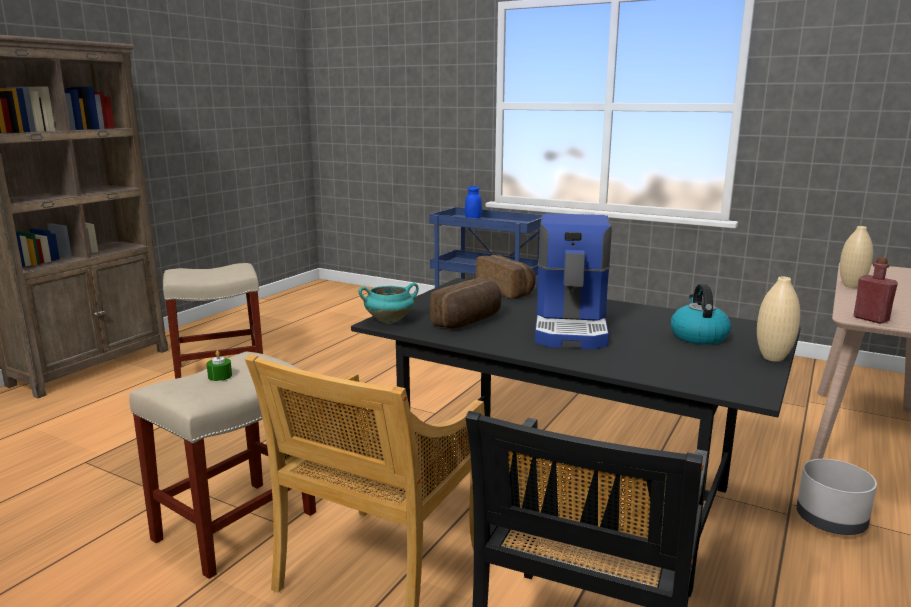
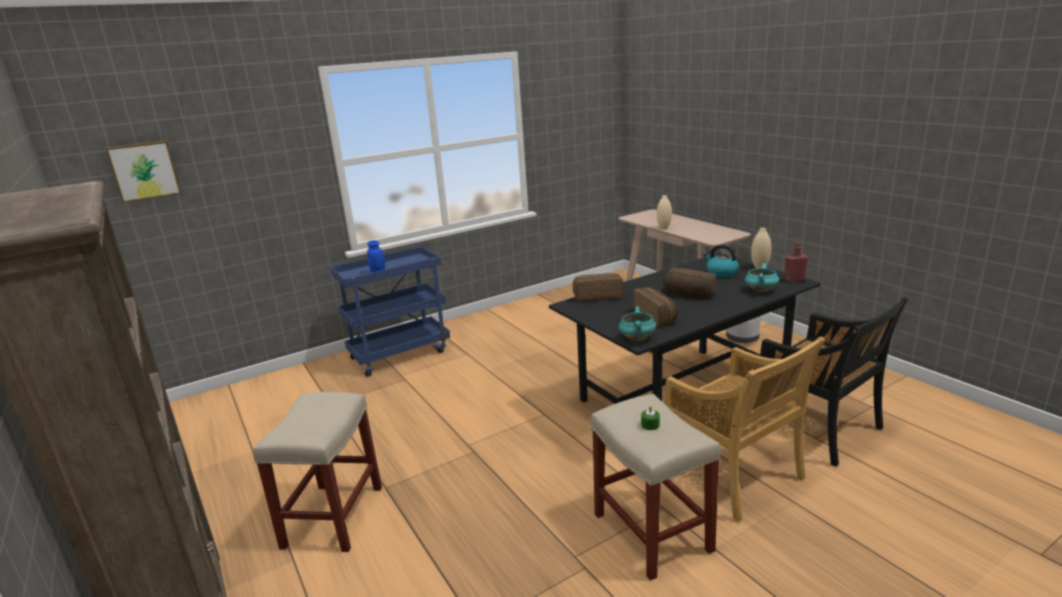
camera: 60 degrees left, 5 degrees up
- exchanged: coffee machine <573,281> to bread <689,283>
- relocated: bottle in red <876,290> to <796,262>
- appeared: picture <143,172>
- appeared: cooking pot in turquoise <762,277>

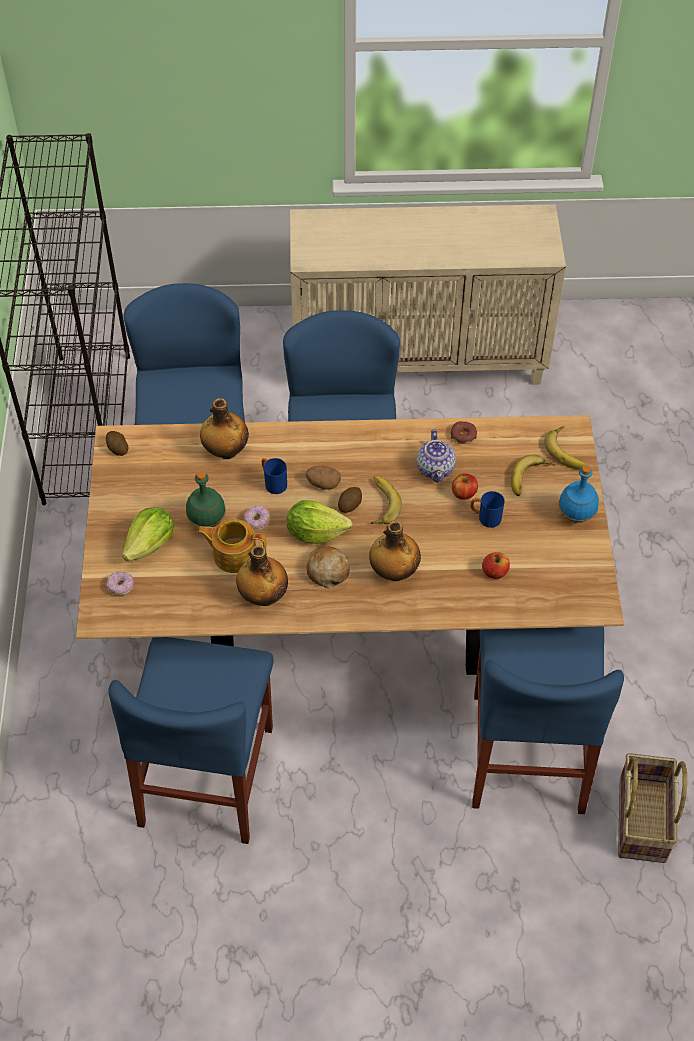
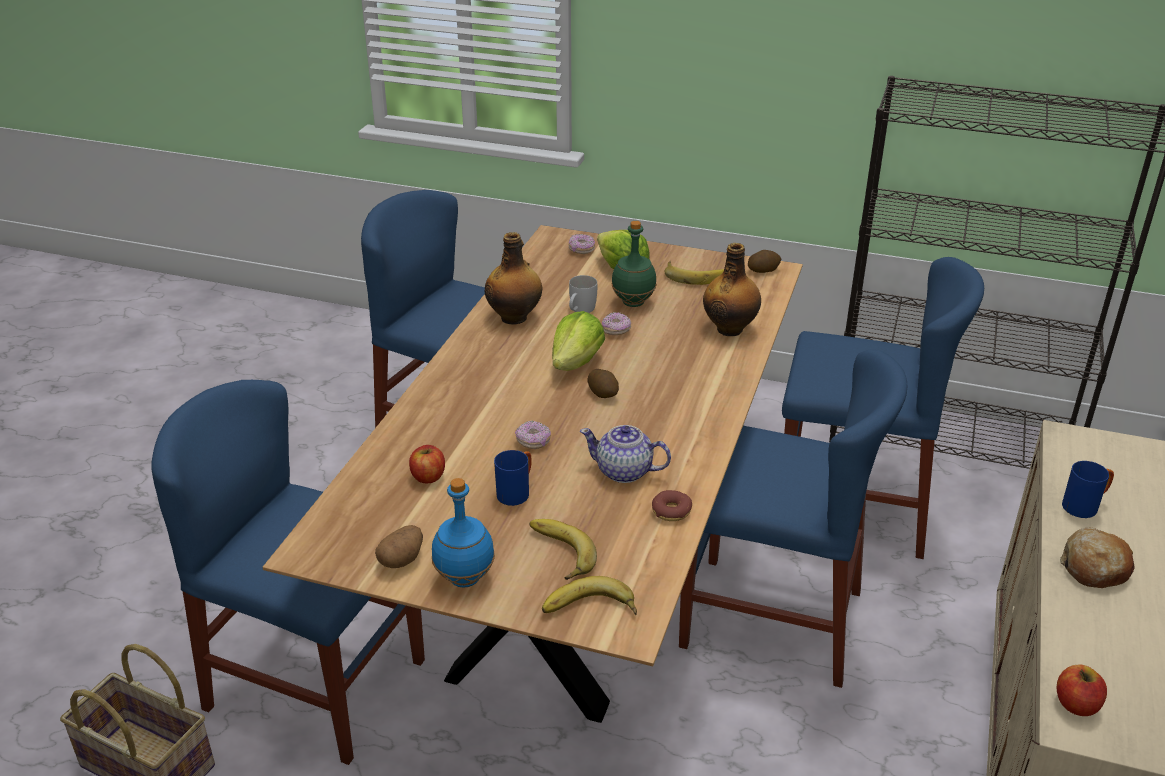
camera: 110 degrees right, 20 degrees down
- exchanged: teapot <232,546> to mug in white <583,294>
- relocated: mug in blue <274,476> to <1088,489>
- relocated: potato <323,478> to <399,546>
- relocated: bread <328,568> to <1097,558>
- missing: bottle <395,551>
- relocated: banana <386,500> to <694,273>
- relocated: apple <465,487> to <1082,690>
- appeared: donut <533,434>

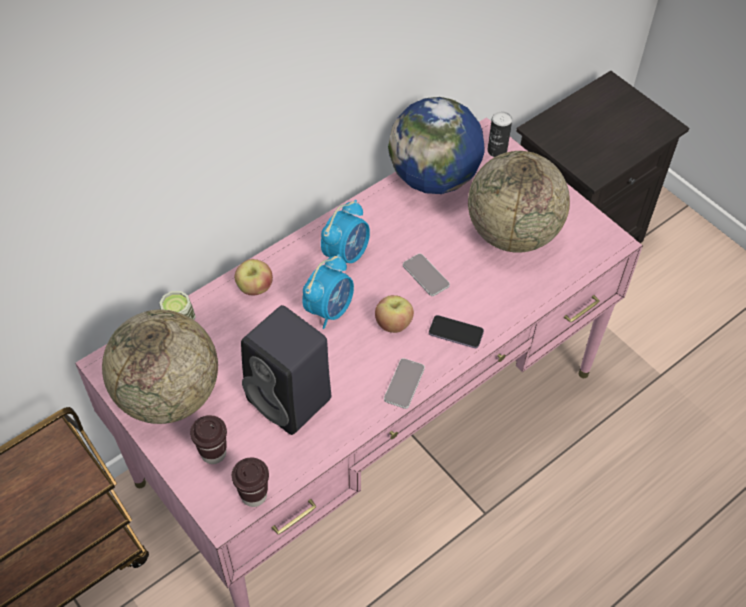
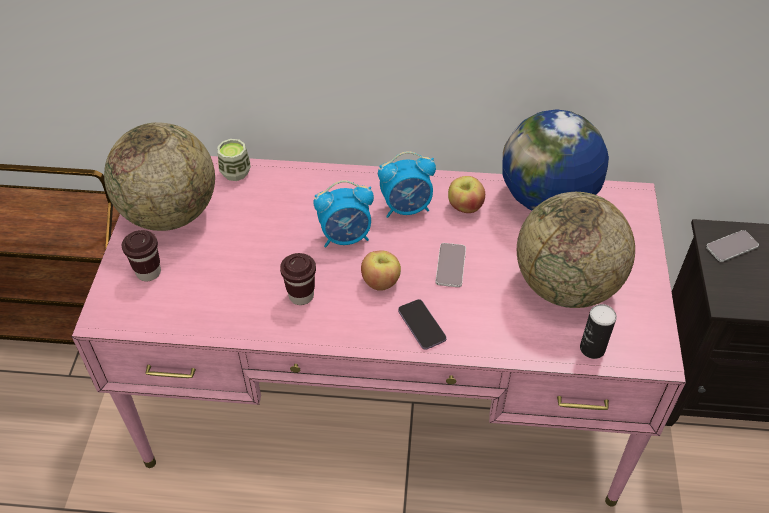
camera: 45 degrees right, 5 degrees down
- relocated: cup in brown <250,482> to <298,279>
- relocated: apple <254,277> to <466,194>
- missing: speaker in black <286,370>
- relocated: phone <404,383> to <732,246>
- relocated: can <499,134> to <598,331>

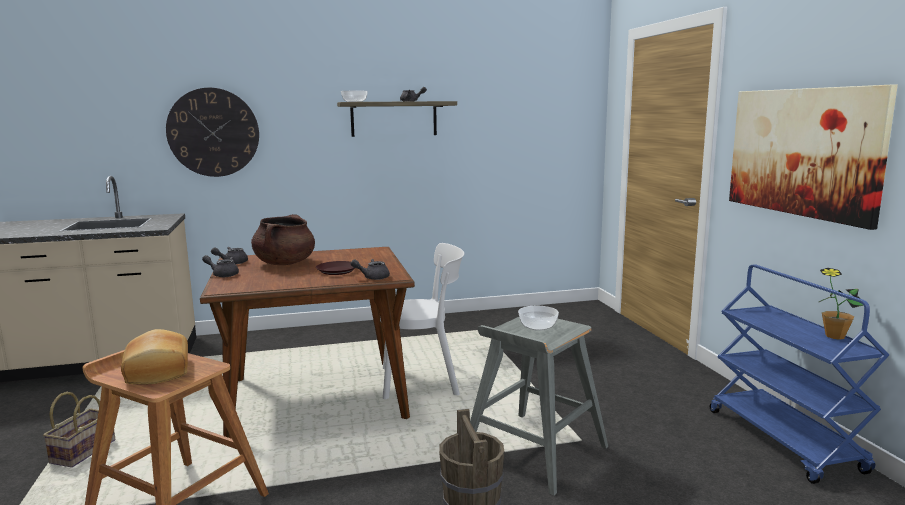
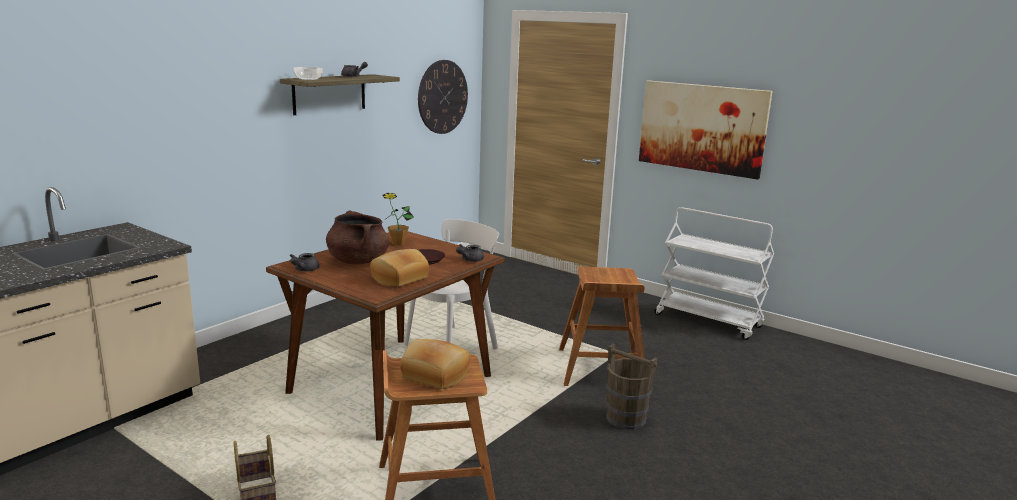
camera: 40 degrees left, 5 degrees up
- relocated: wall clock <212,132> to <443,97>
- missing: teapot in grey <220,266>
- colour: stool in grey <539,406> to stool in brown <602,326>
- missing: bowl <538,318>
- colour: cart in blue <799,374> to cart in white <714,273>
- relocated: potted plant <841,304> to <398,219>
- appeared: bread <399,268>

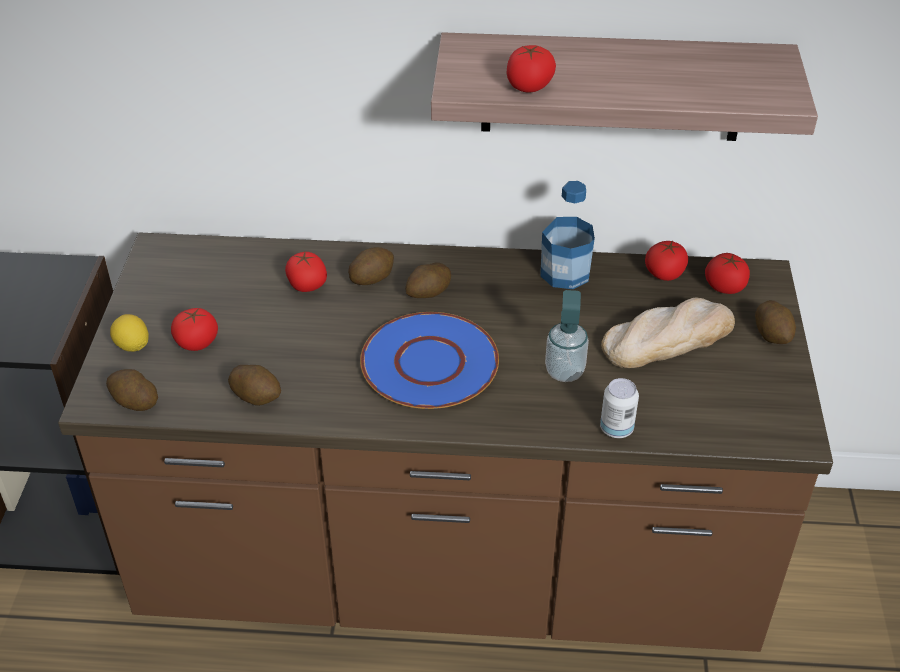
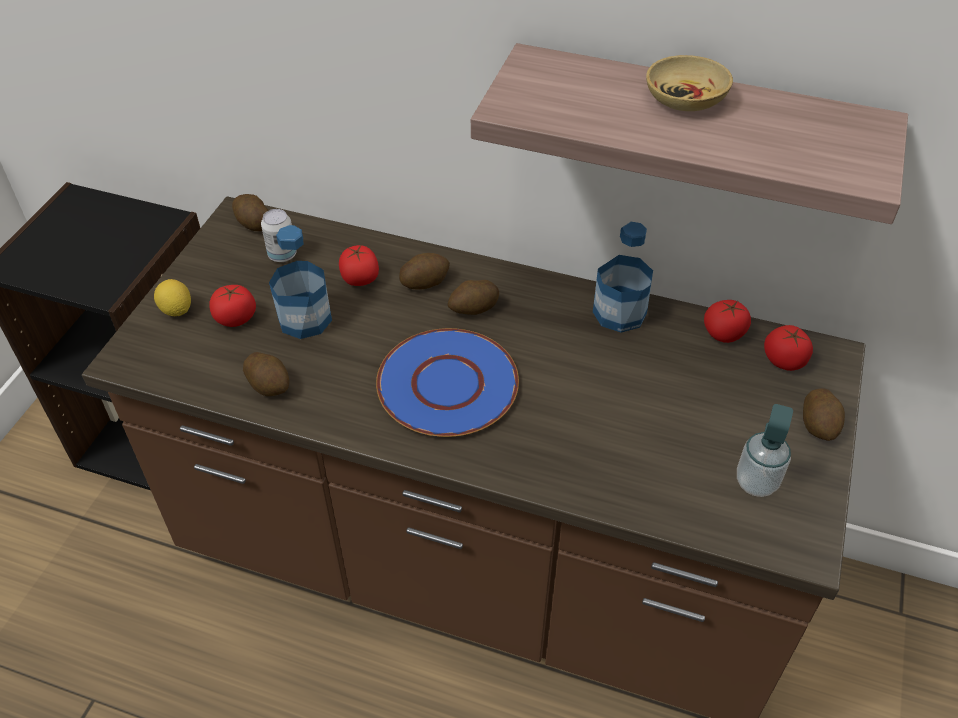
camera: 15 degrees right, 5 degrees up
- relocated: potato <132,390> to <250,212>
- missing: tomato <531,68>
- relocated: soap dispenser <567,336> to <765,450>
- relocated: can <619,408> to <279,235>
- missing: bread <668,332>
- appeared: bottle <300,282>
- appeared: bowl in beige <689,83>

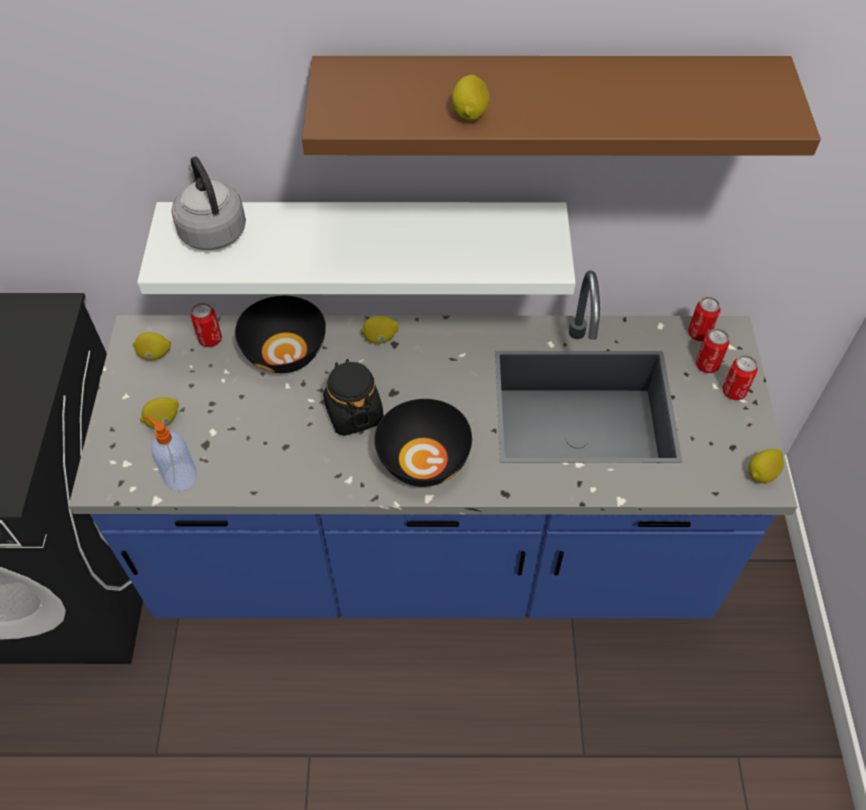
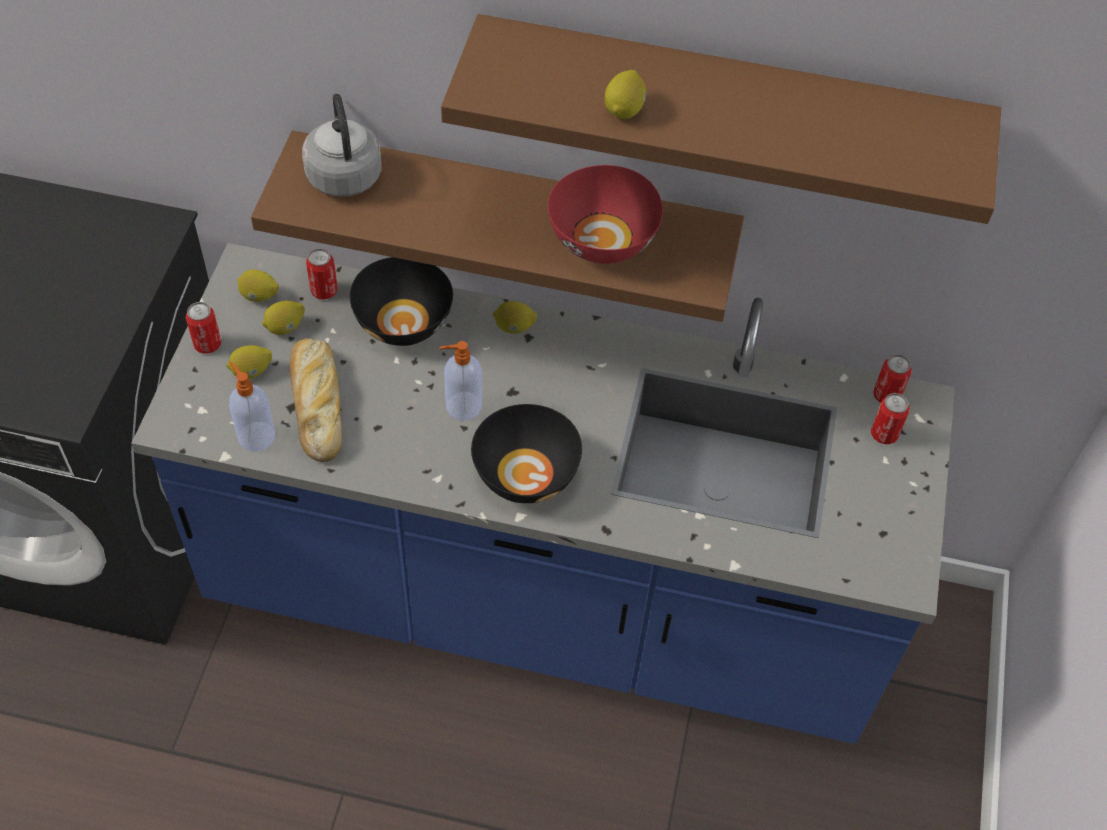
camera: 10 degrees right, 0 degrees up
- colour: shelf in white <356,248> to shelf in brown <497,226>
- exchanged: jar in black <353,397> to soap dispenser <461,380>
- relocated: can <740,377> to <203,328>
- relocated: lemon <766,466> to <283,318>
- appeared: bread <316,400>
- appeared: bowl in red <605,214>

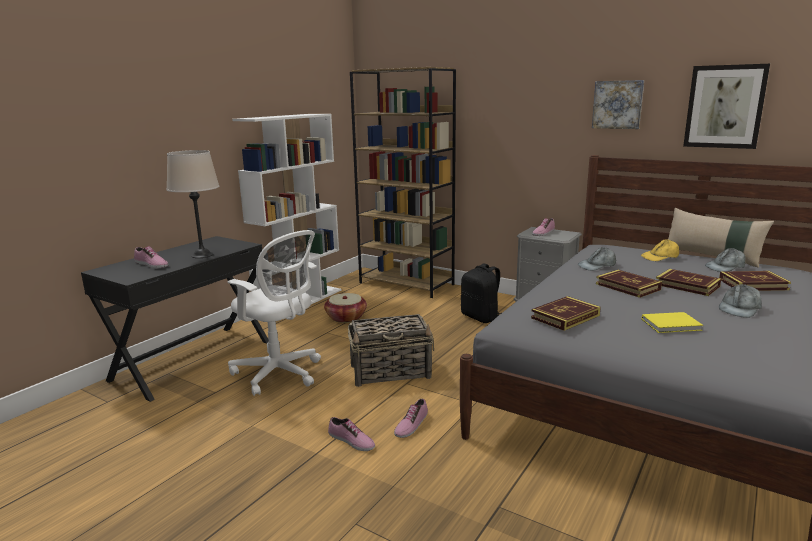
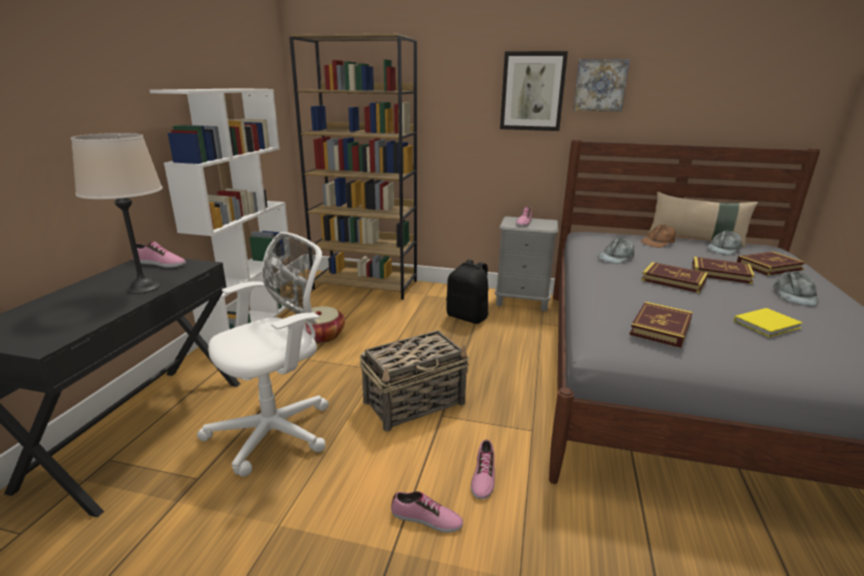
camera: 20 degrees left, 5 degrees up
- relocated: shoe <151,257> to <159,254>
- spun: office chair in white <274,313> = <263,354> 60 degrees counterclockwise
- colour: cap in yellow <660,250> to cap in brown <658,236>
- relocated: picture <726,106> to <534,91>

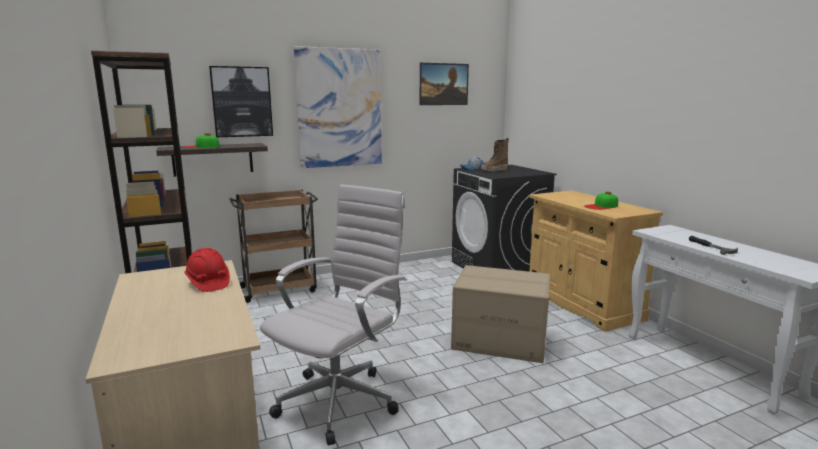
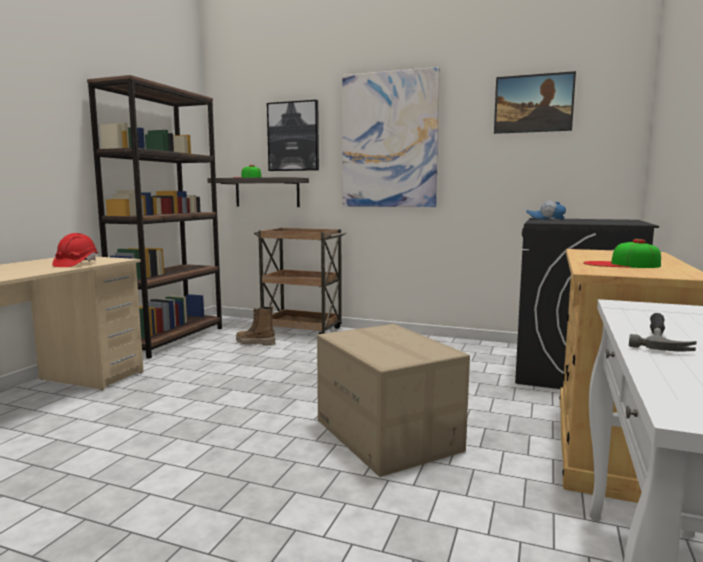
camera: 45 degrees right, 5 degrees down
- missing: office chair in white <333,314>
- relocated: boot <495,155> to <255,326>

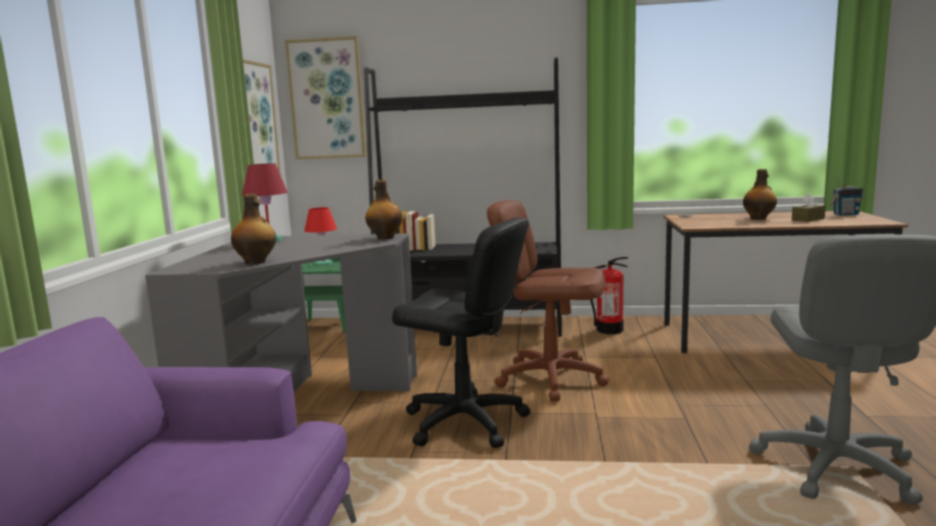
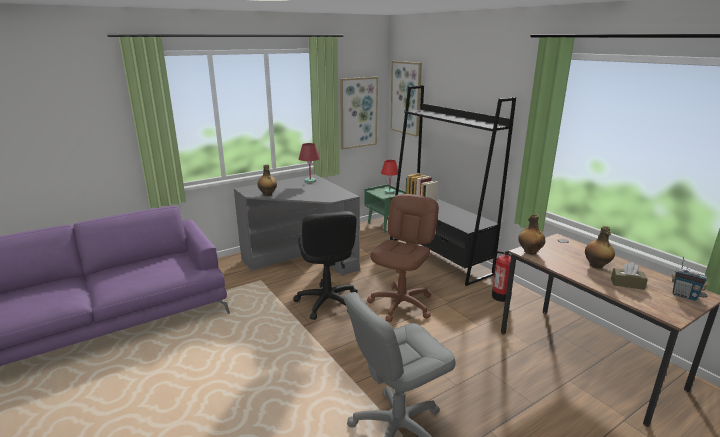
camera: 50 degrees right, 10 degrees up
- relocated: bottle <383,209> to <531,234>
- spun: office chair in brown <548,300> = <403,258> 45 degrees clockwise

